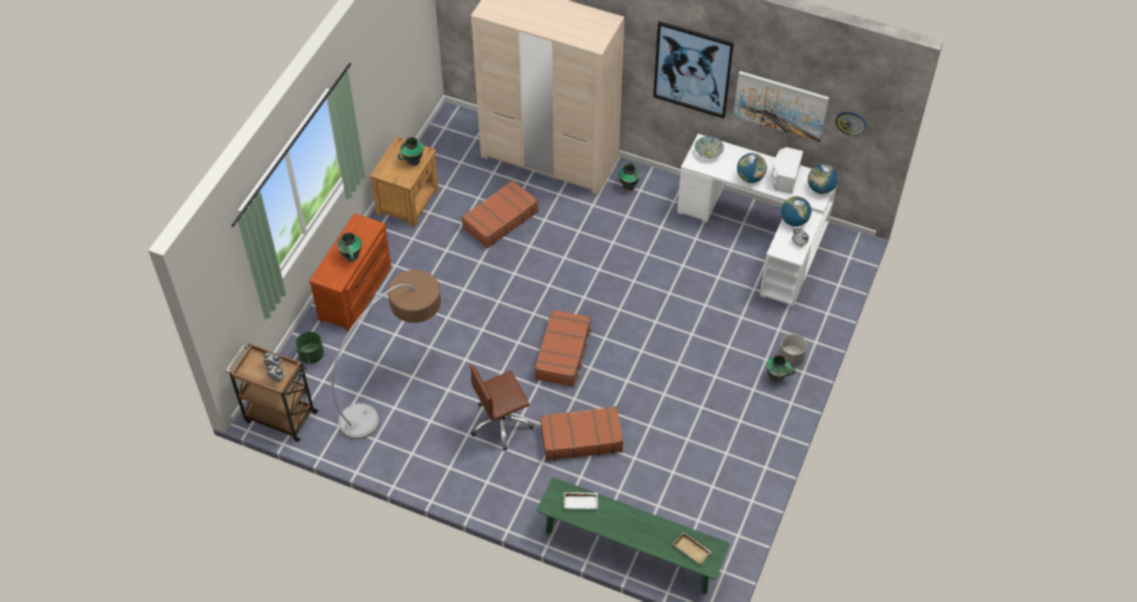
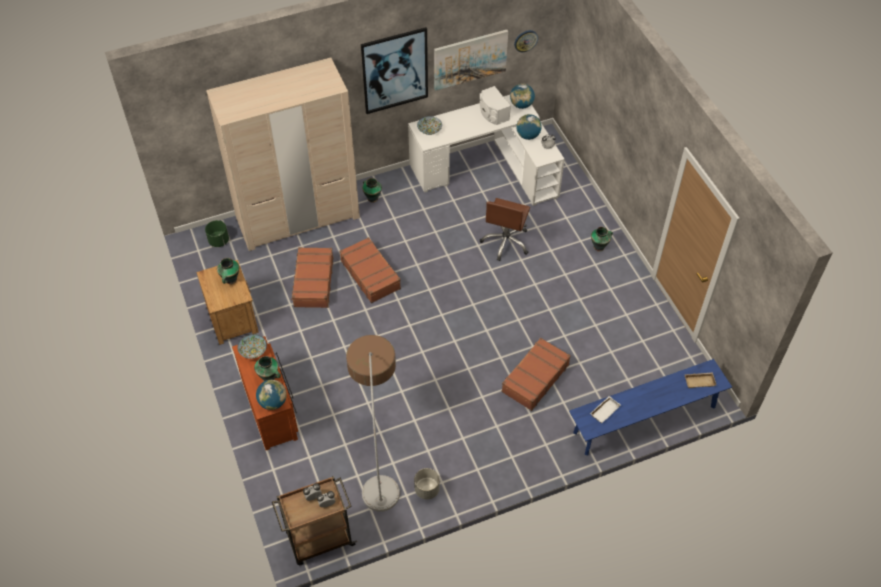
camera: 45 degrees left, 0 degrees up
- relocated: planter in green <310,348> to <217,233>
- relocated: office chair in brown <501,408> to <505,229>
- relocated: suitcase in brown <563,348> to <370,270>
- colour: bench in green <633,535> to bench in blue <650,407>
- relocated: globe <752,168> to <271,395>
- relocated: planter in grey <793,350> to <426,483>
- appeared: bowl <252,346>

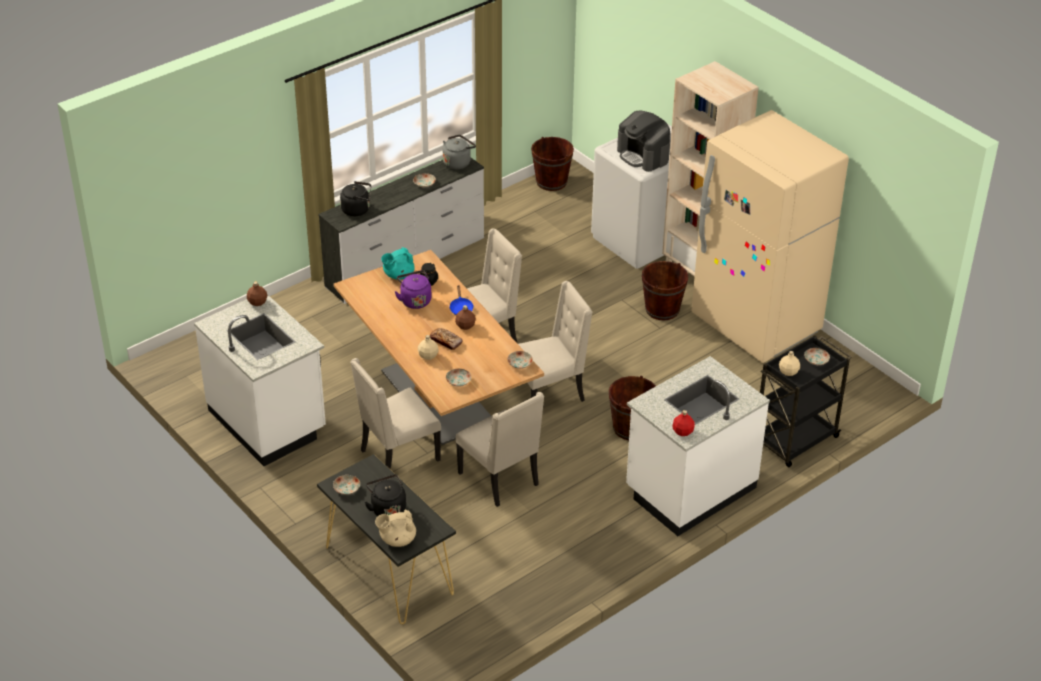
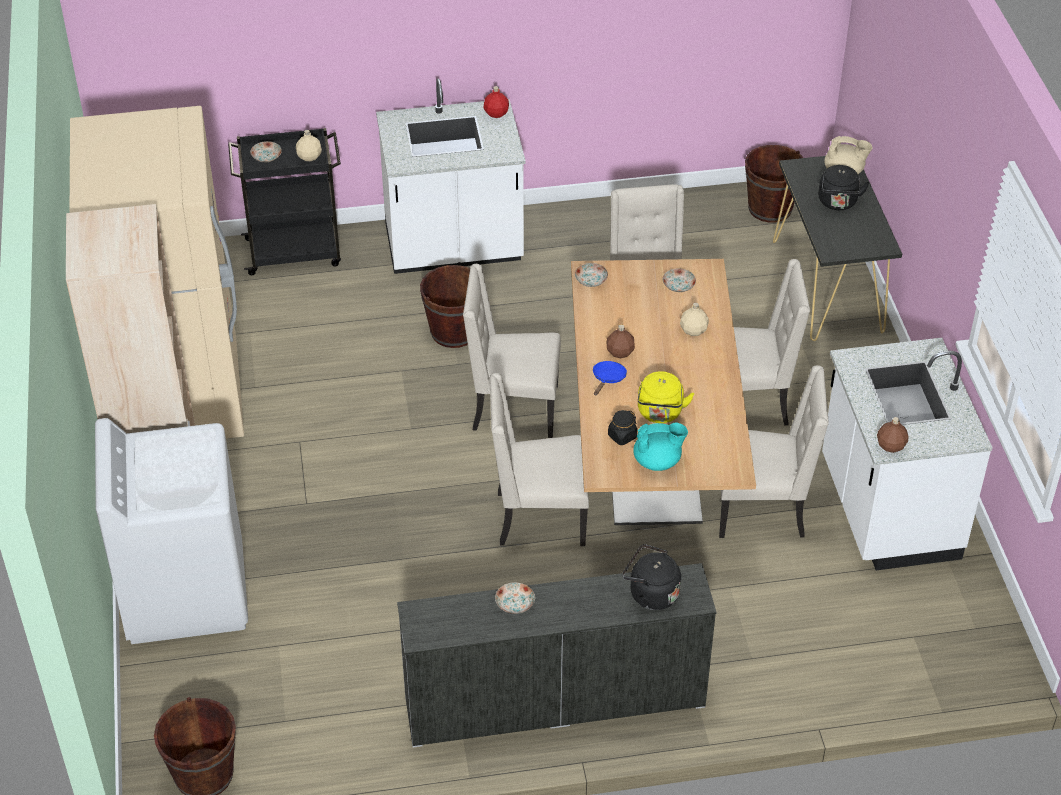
camera: 150 degrees left, 5 degrees up
- missing: plate <346,485>
- colour: kettle in purple <413,289> to kettle in yellow <666,397>
- missing: bread <446,339>
- missing: kettle in grey <459,152>
- missing: coffee machine <643,141>
- relocated: bucket in brown <665,290> to <774,184>
- appeared: chair in beige <774,451>

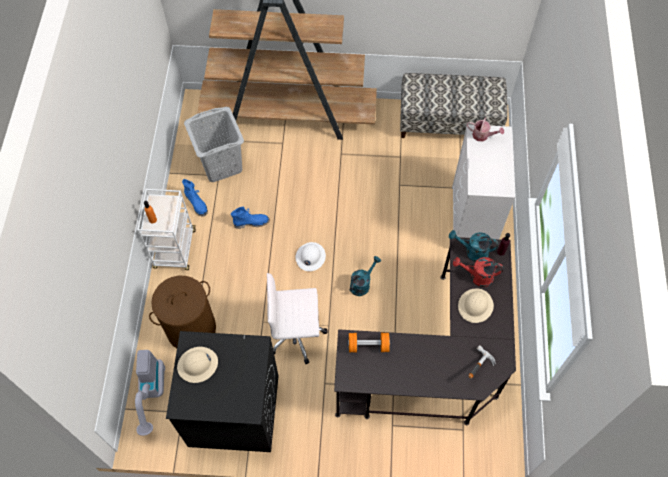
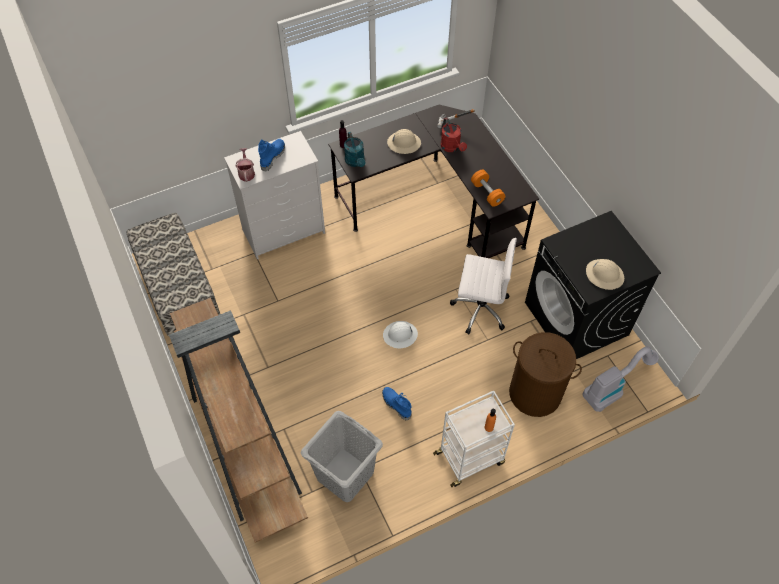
camera: 120 degrees left, 5 degrees down
- relocated: boot in blue <195,198> to <271,155>
- spun: office chair in white <297,318> = <483,286> 45 degrees counterclockwise
- missing: watering can in turquoise <365,276>
- relocated: watering can in red <478,272> to <454,135>

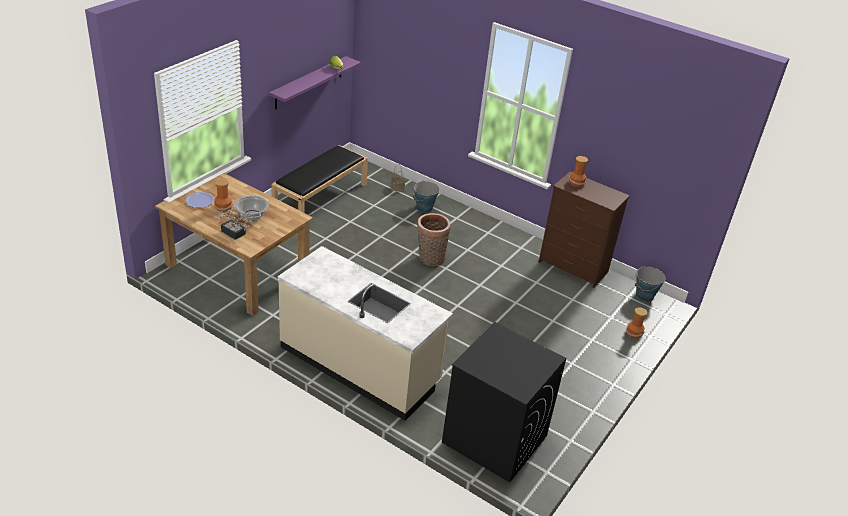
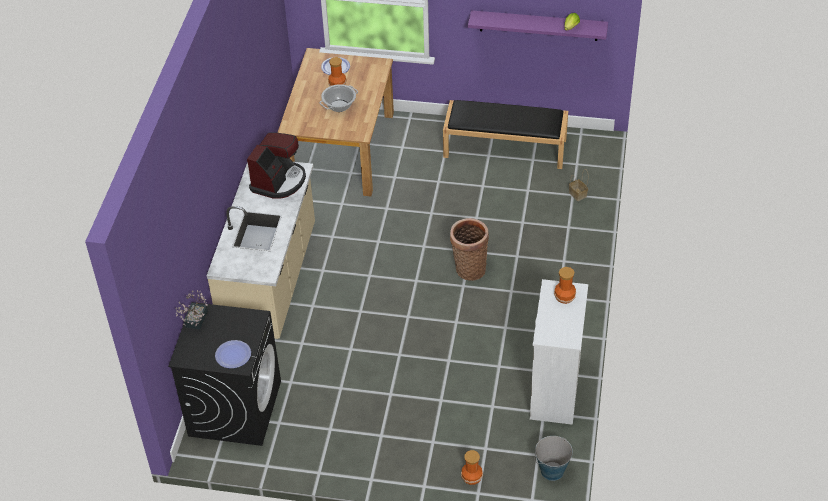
camera: 70 degrees right, 10 degrees up
- relocated: potted plant <234,224> to <191,310>
- missing: bucket <426,196>
- colour: dresser in brown <584,229> to dresser in white <559,352>
- appeared: plate <233,354>
- appeared: coffee machine <276,165>

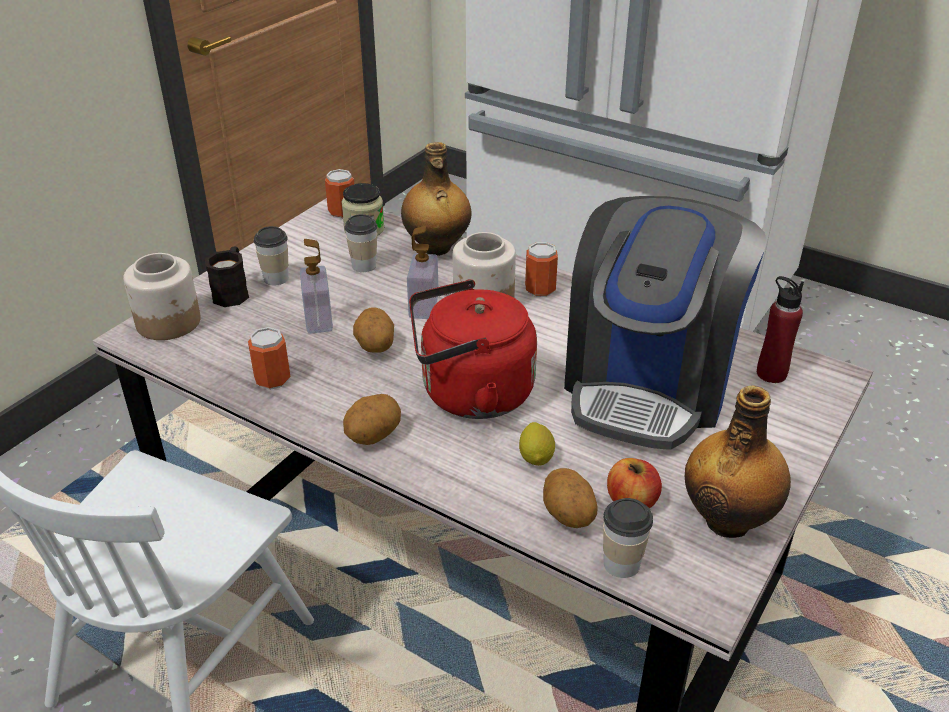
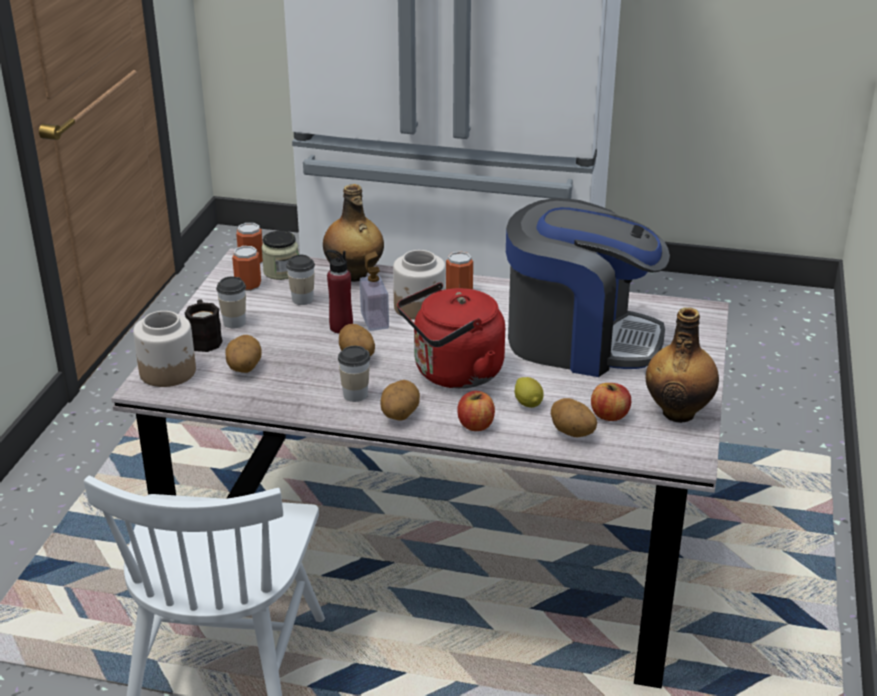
camera: 20 degrees left, 5 degrees down
- relocated: can <269,358> to <246,268>
- missing: soap dispenser <316,286>
- spun: coffee machine <665,323> = <588,287> 75 degrees counterclockwise
- relocated: cup <628,538> to <354,374>
- relocated: bottle in red <780,329> to <339,291>
- appeared: potato <243,354>
- appeared: apple <476,411>

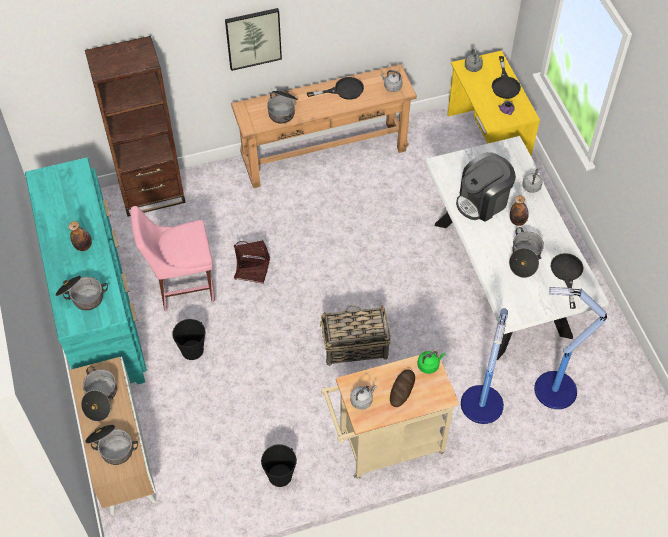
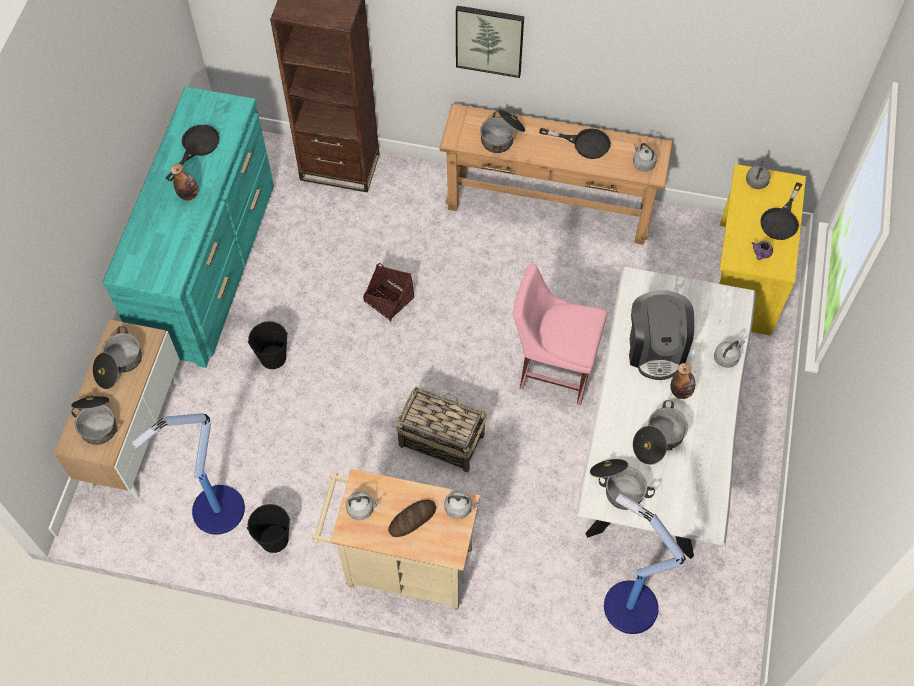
camera: 30 degrees right, 5 degrees up
- relocated: cooking pot <81,293> to <622,484>
- relocated: chair in pink <172,258> to <560,334>
- colour: kettle in green <431,362> to kettle in grey <462,504>
- spun: coffee machine <486,187> = <661,335> 90 degrees counterclockwise
- relocated: floor lamp <484,366> to <188,474>
- relocated: frying pan in black <567,281> to <193,153>

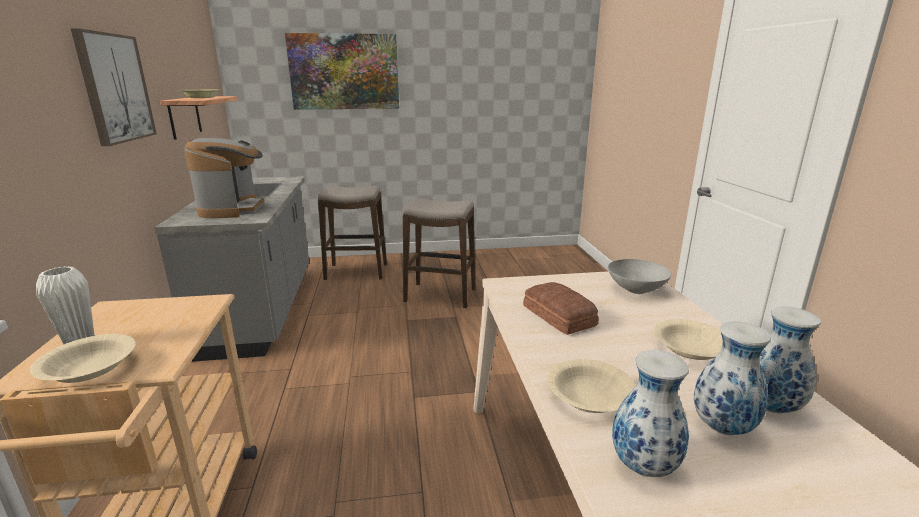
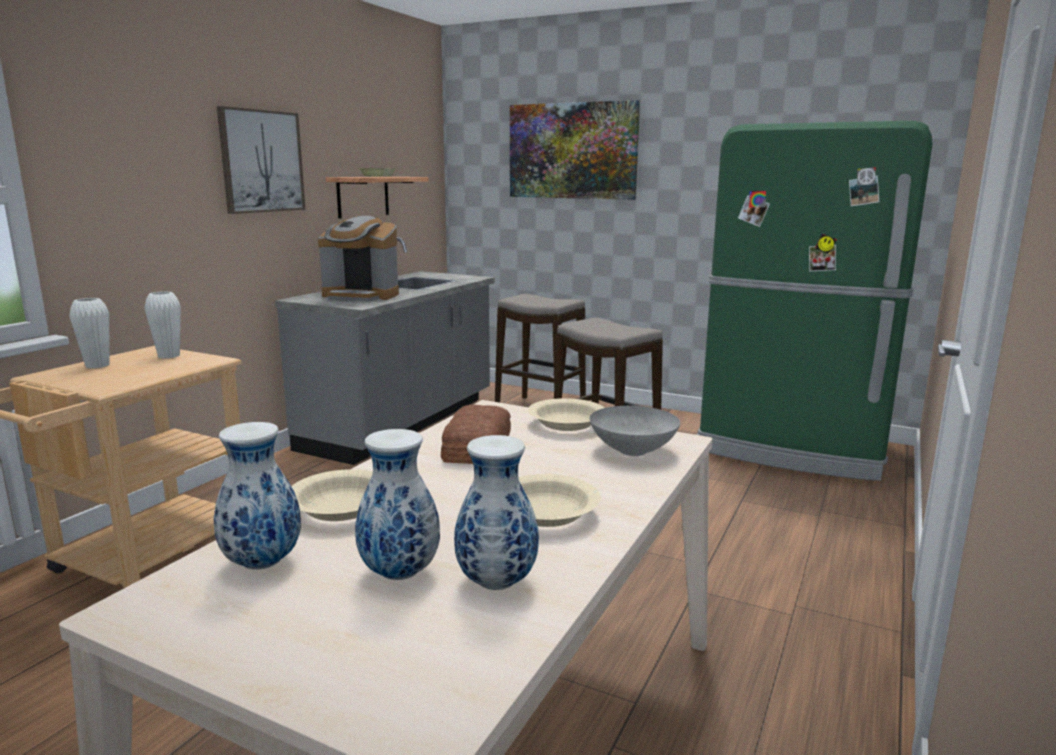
camera: 35 degrees right, 5 degrees down
- relocated: bowl in beige <83,358> to <566,414>
- spun: coffee machine <224,178> = <358,258> 75 degrees clockwise
- appeared: vase in white <162,325>
- appeared: fridge in green <814,301>

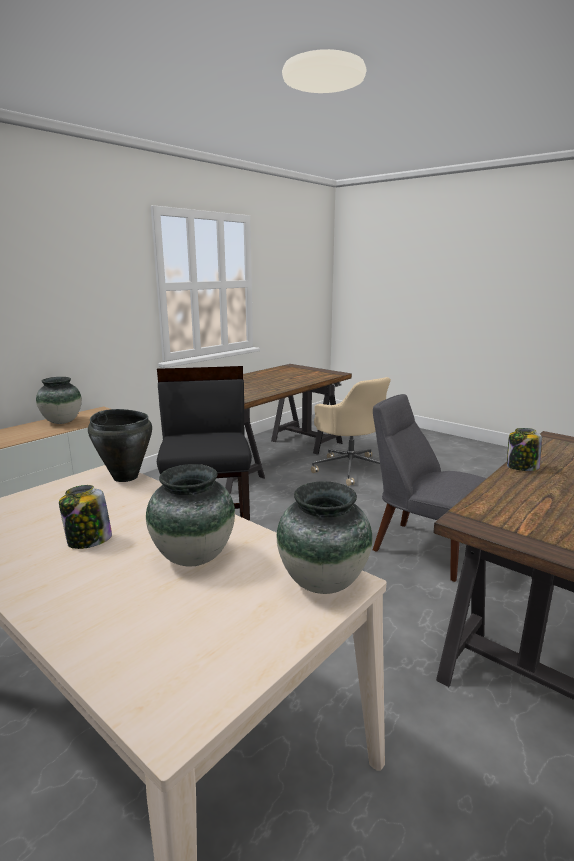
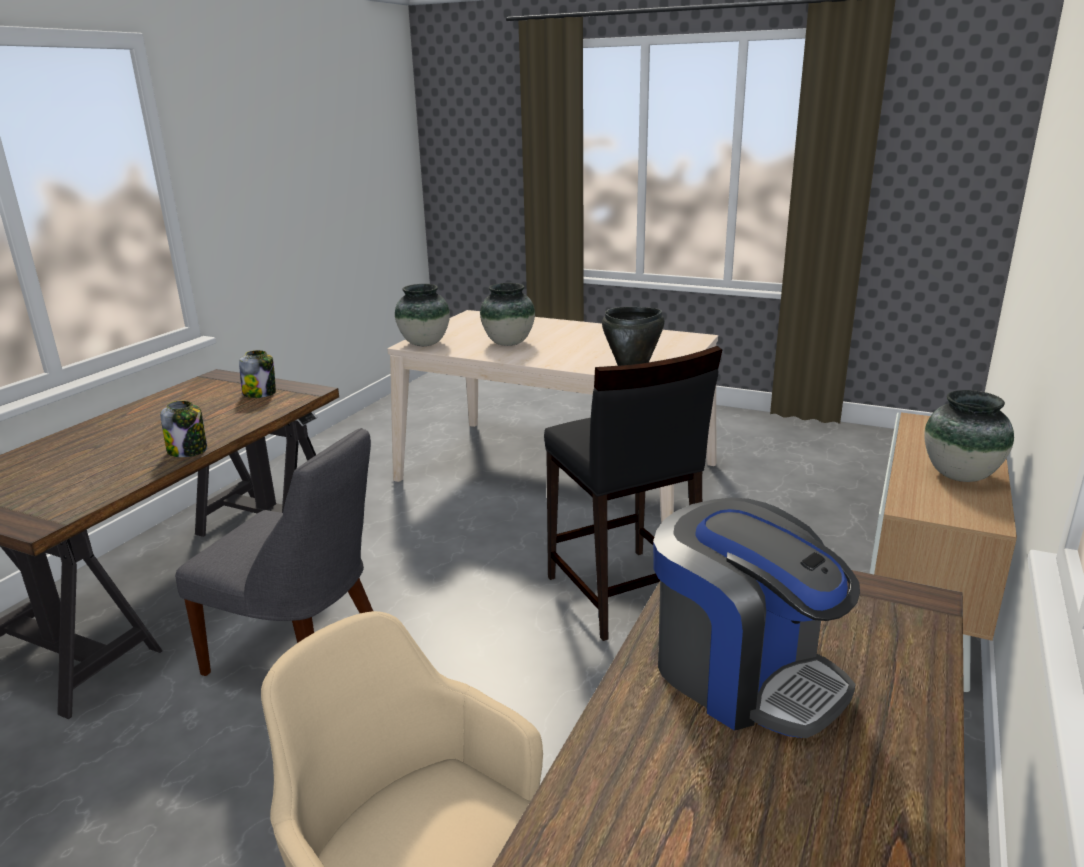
camera: 165 degrees right, 5 degrees up
- relocated: jar <85,517> to <257,374>
- appeared: coffee machine <756,617>

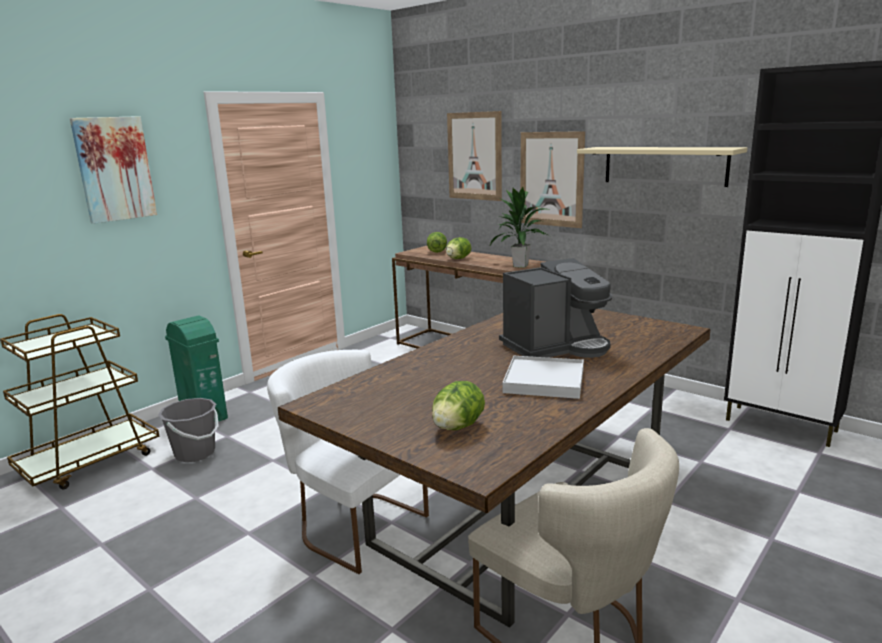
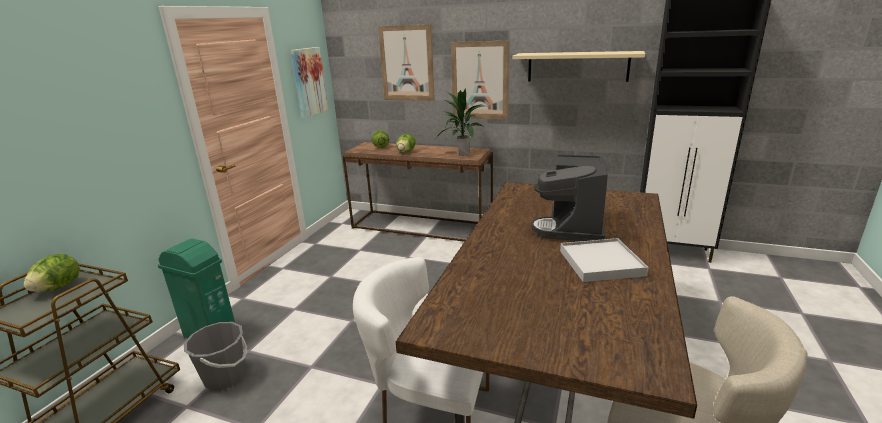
camera: 20 degrees left, 5 degrees up
- relocated: picture <113,170> to <309,82>
- relocated: lettuce <458,405> to <52,272>
- spun: coffee machine <555,308> = <569,198> 150 degrees clockwise

